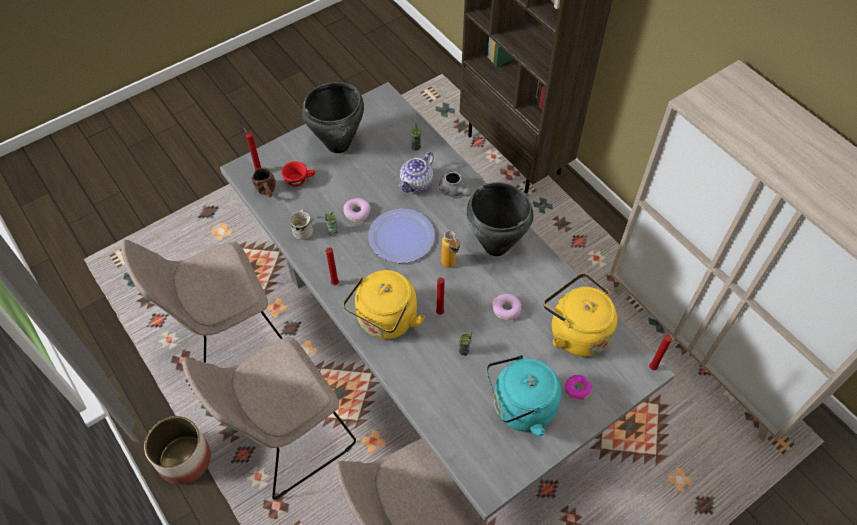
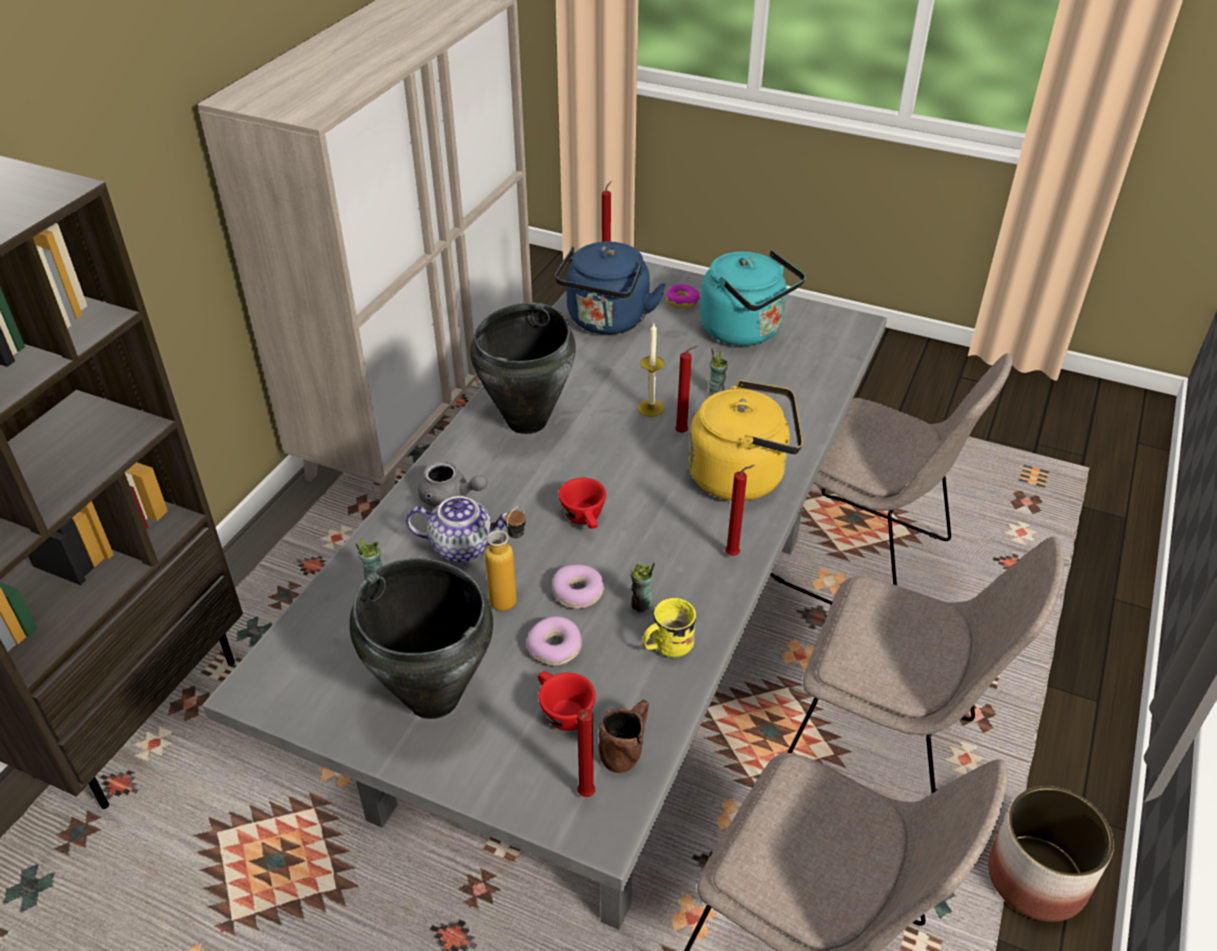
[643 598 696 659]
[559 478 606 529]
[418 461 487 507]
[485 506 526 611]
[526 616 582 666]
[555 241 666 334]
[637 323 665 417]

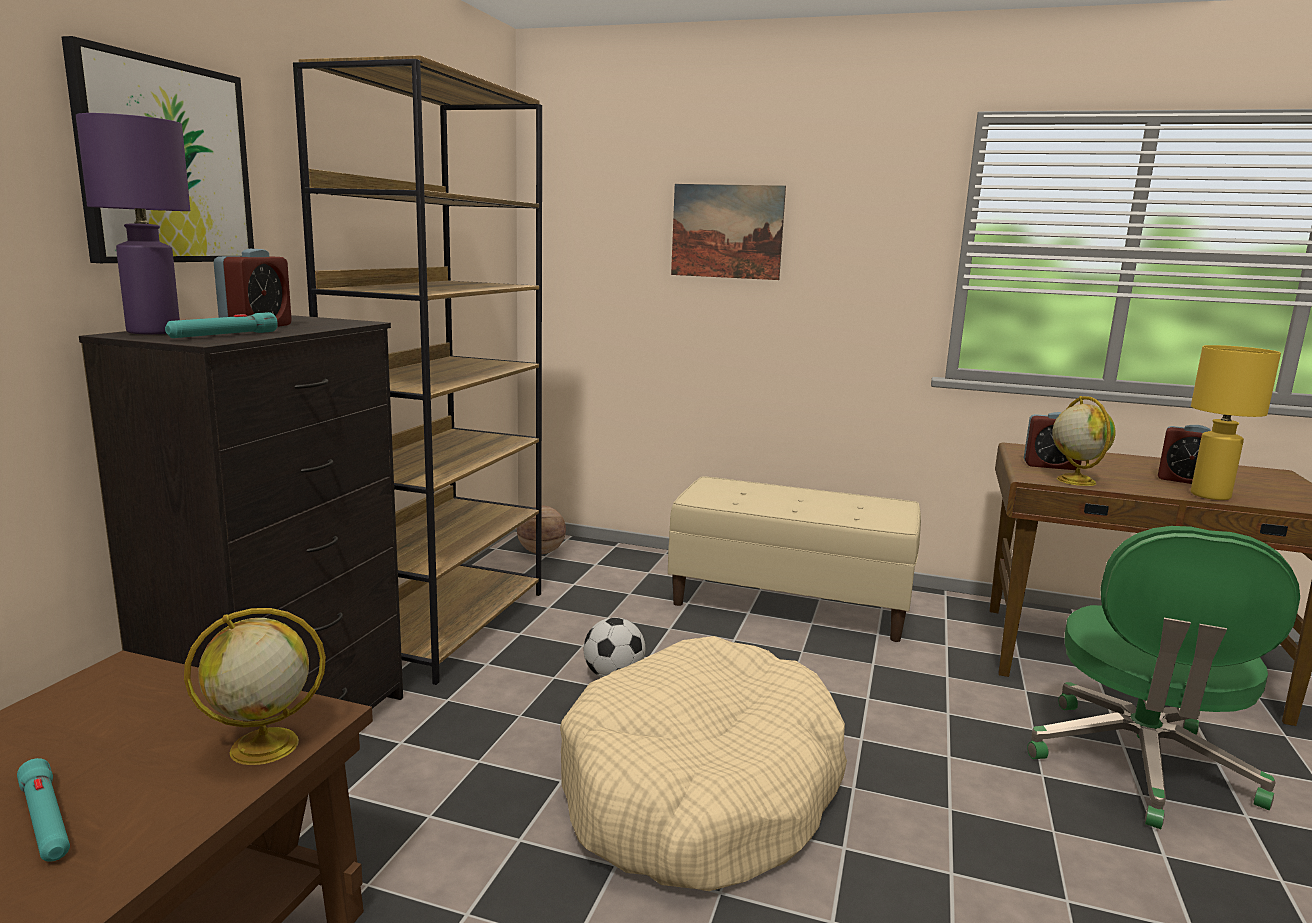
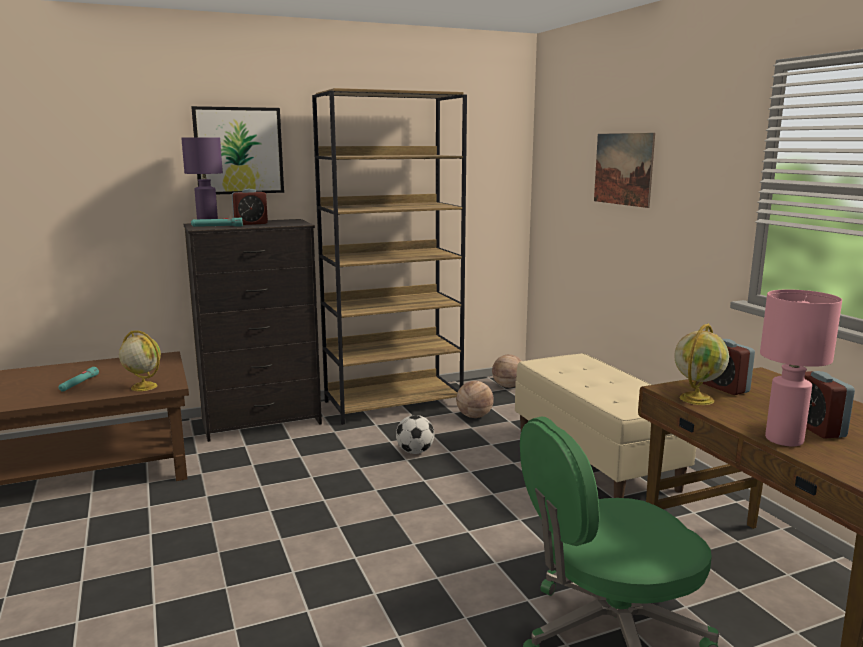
[560 636 847 891] (first image)
[760 289 842 446]
[456 381 494 418]

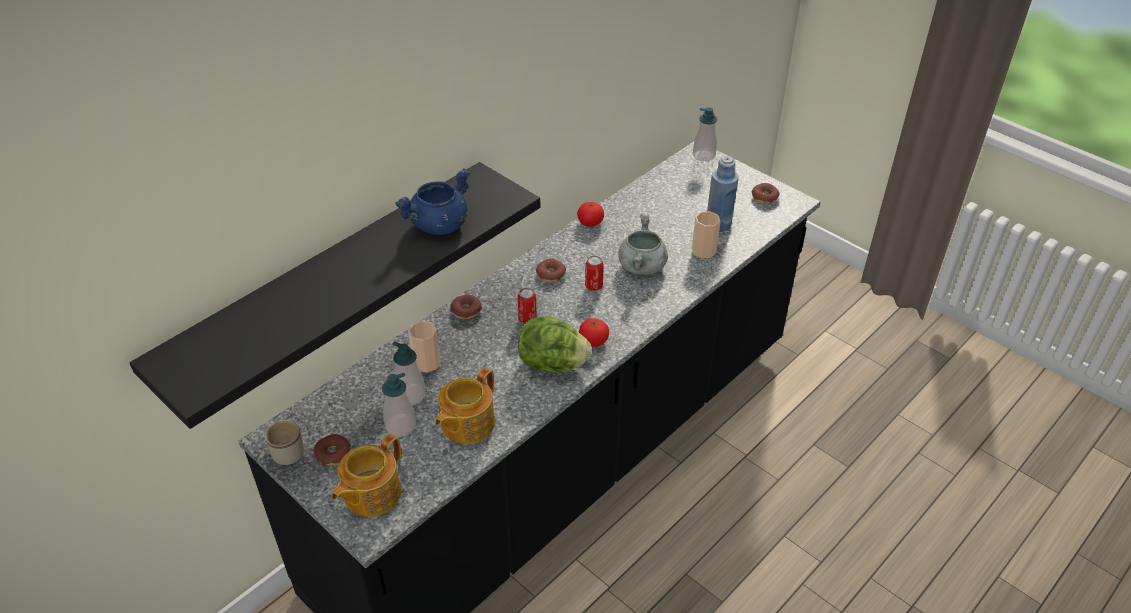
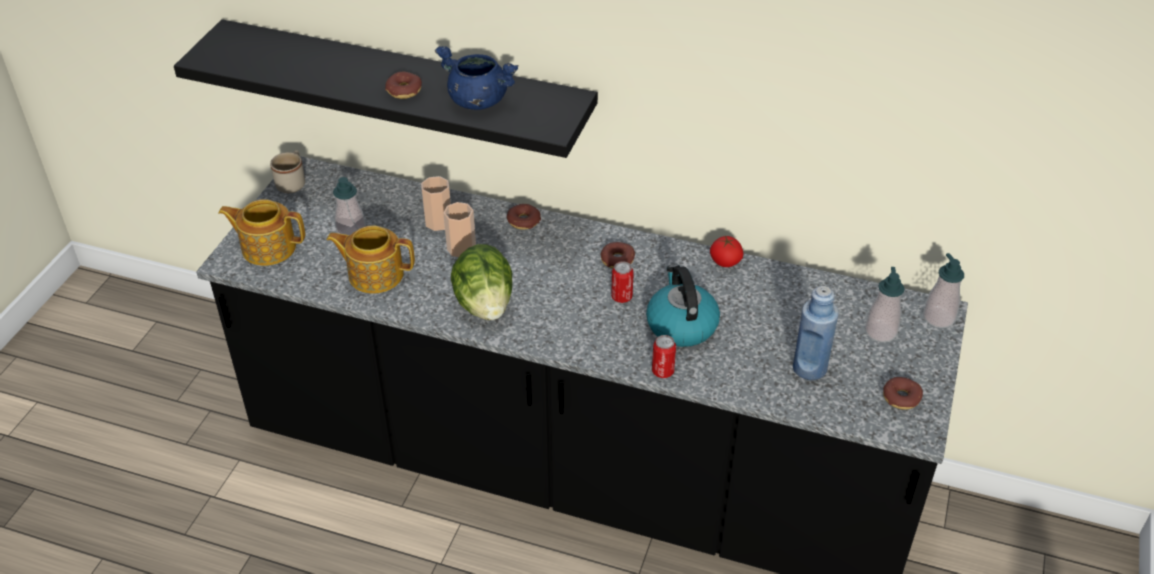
[385 72 422 99]
[865 267 905 342]
[652 335 676 378]
[579 318 609 347] (first image)
[646 265 720 347]
[443 202 476 257]

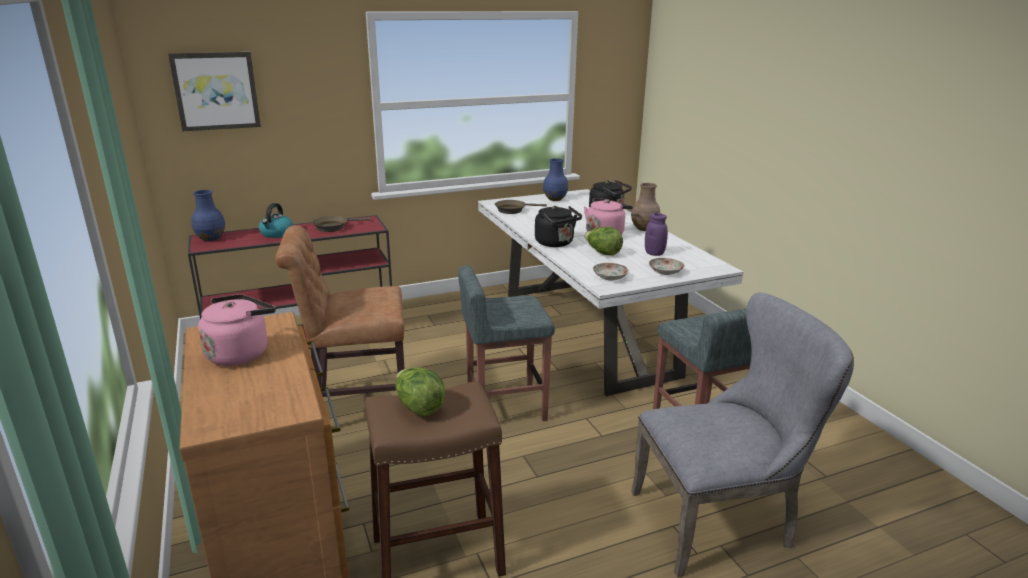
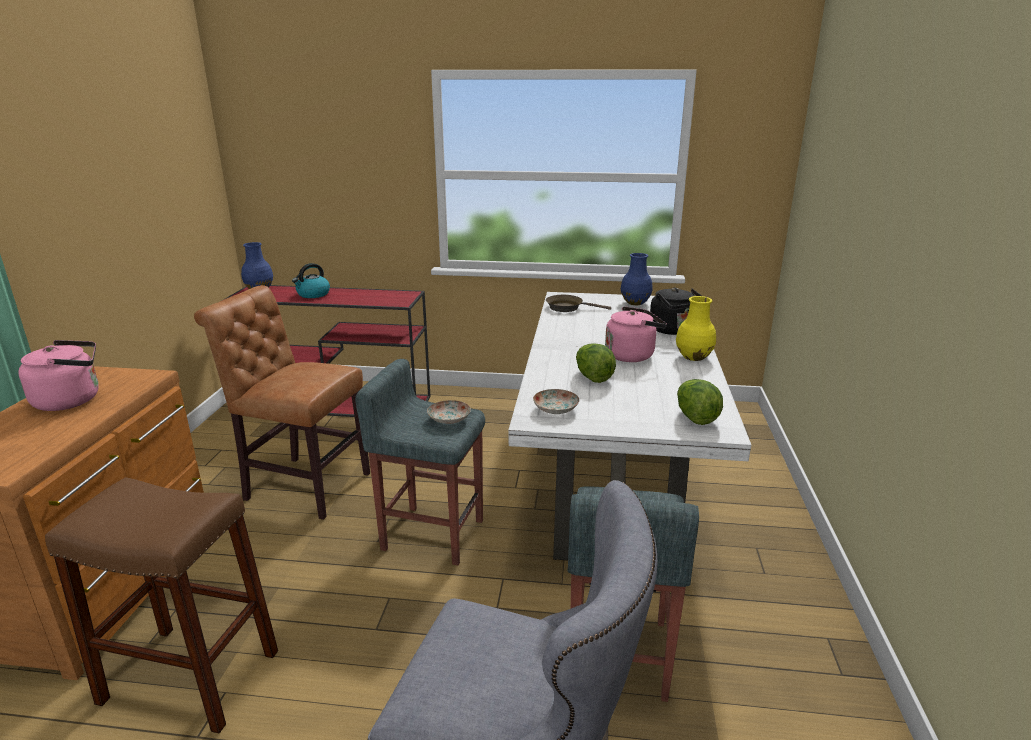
[168 52 261 131] (first image)
[312 216 371 232] (first image)
[677 379 723 425]
[535 206 582 247] (first image)
[676 296 716 361]
[645 213 668 256] (first image)
[427 400 471 424]

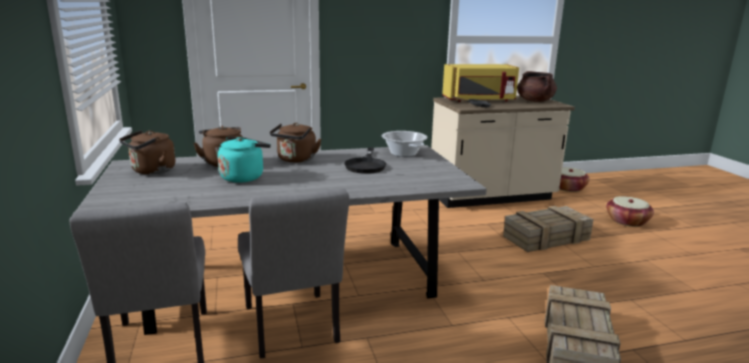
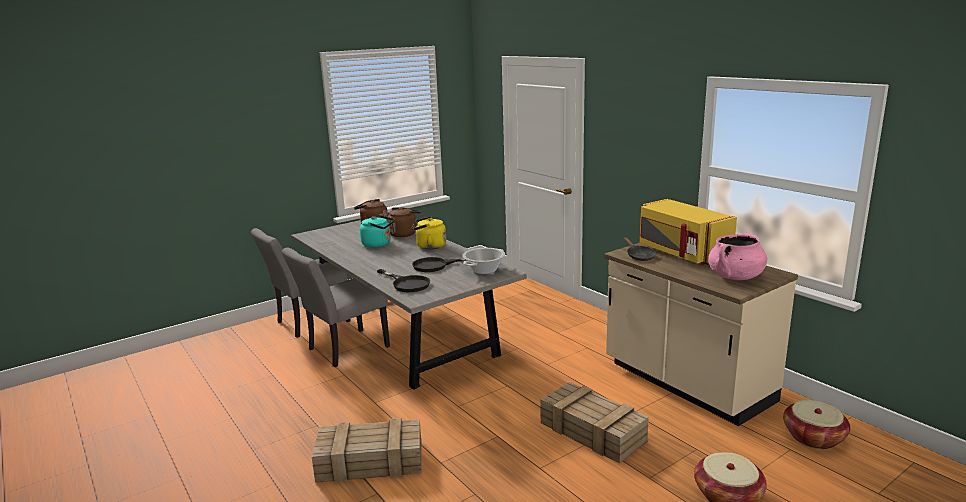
[412 216 446 250]
[708 233 767 280]
[377 269 430 292]

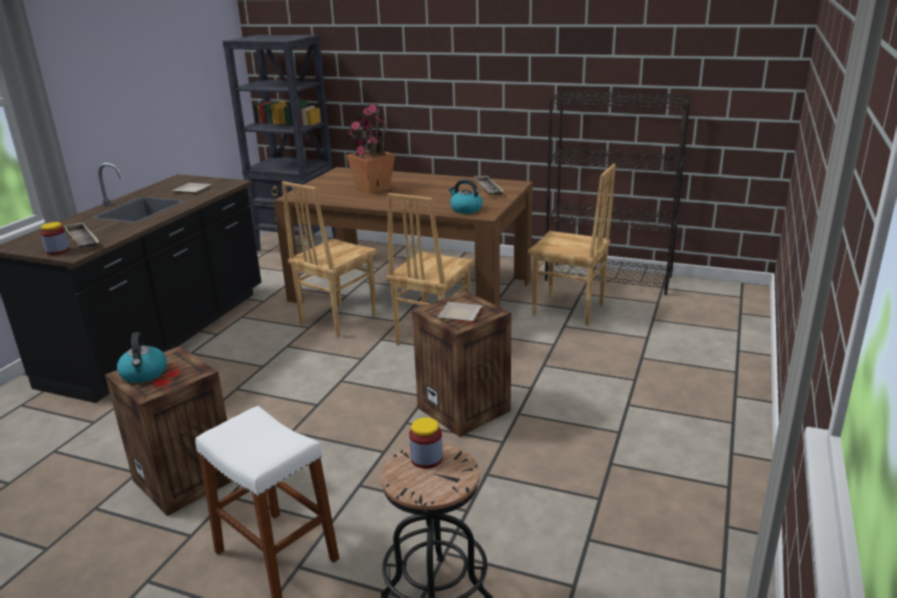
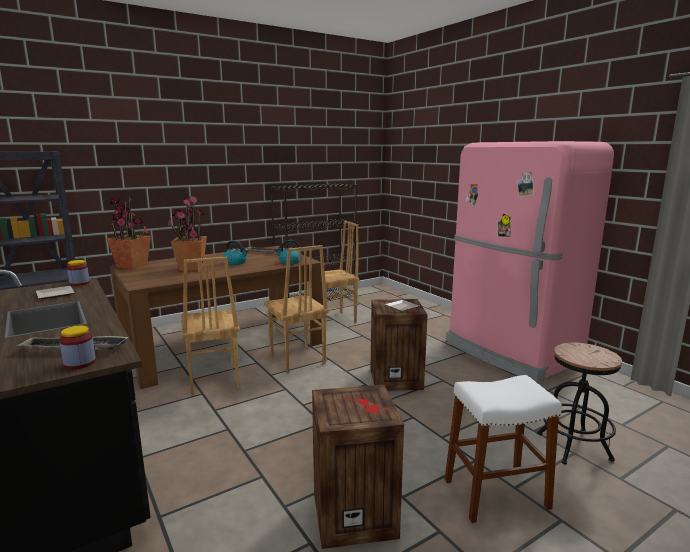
[223 240 249 265]
[67 260 90 286]
[106 195 151 269]
[446 141 614 381]

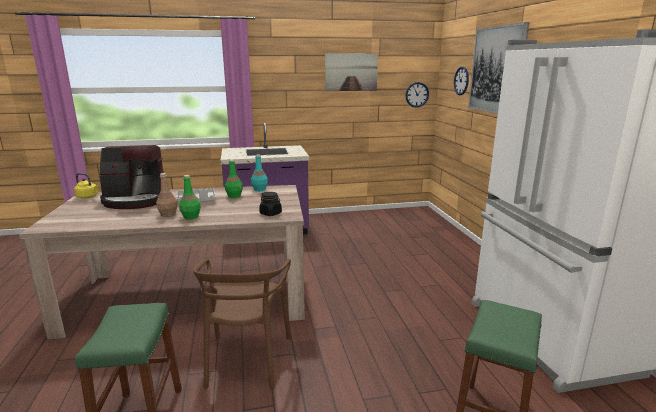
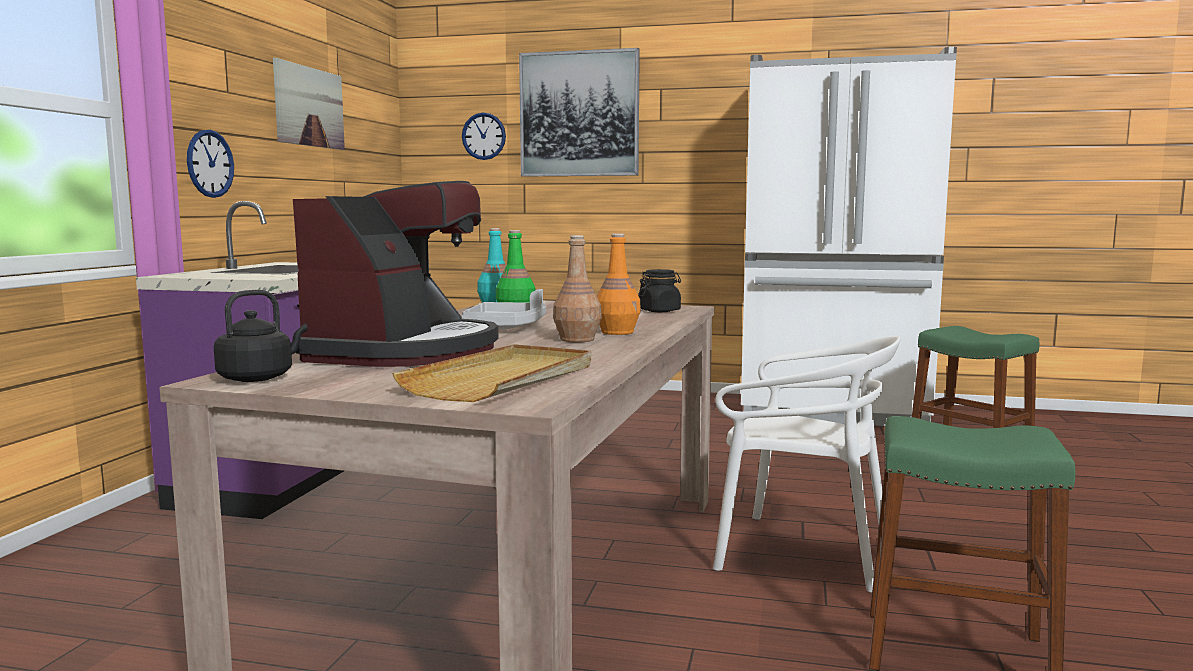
[214 290 308 382]
[597 234 641 335]
[713 336 901 593]
[187 130 234 198]
[392 344 591 402]

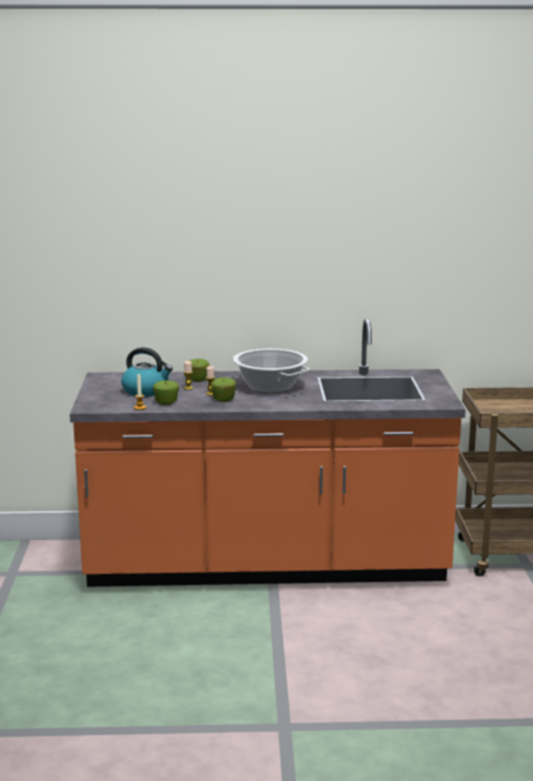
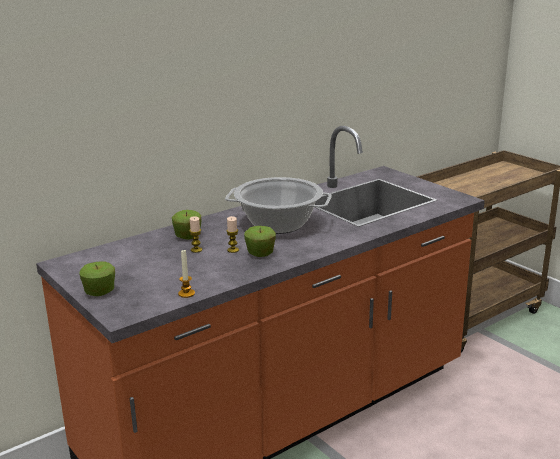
[121 347 173 397] (first image)
[79 261 115 296]

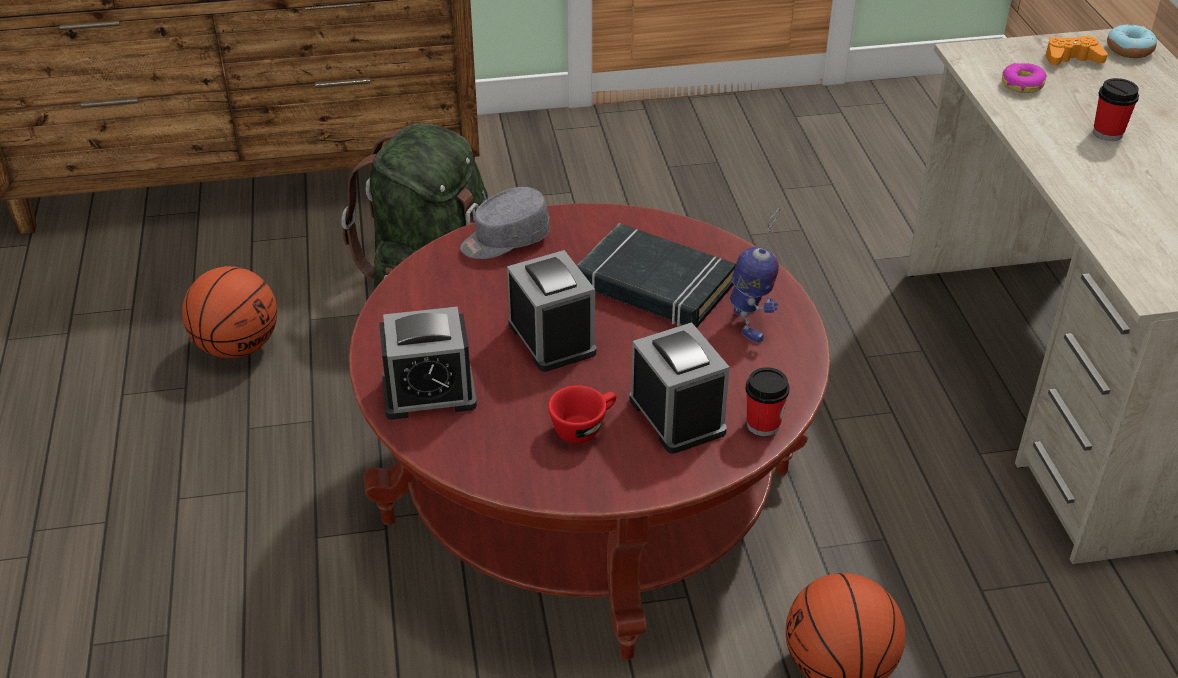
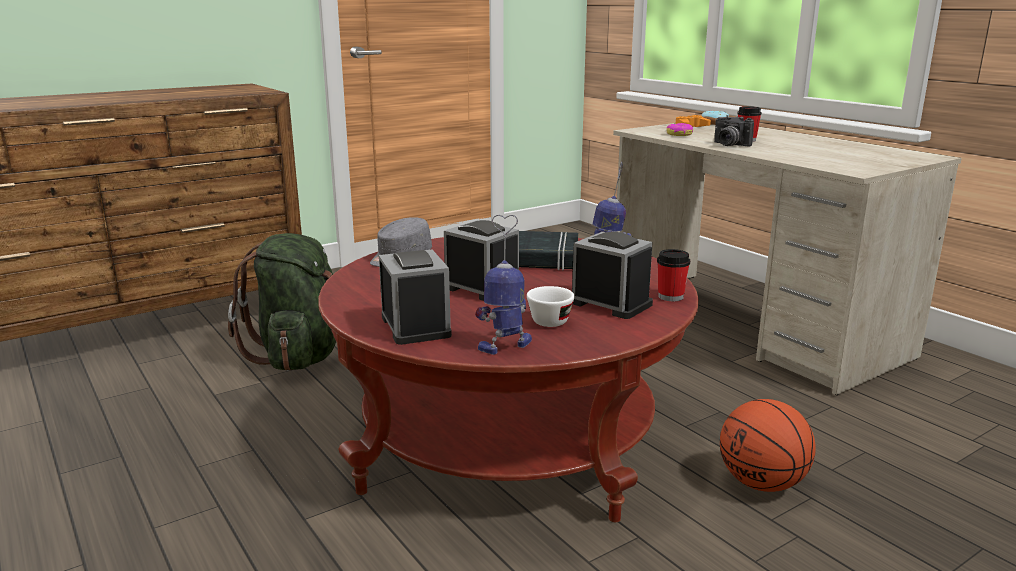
[182 266 277 358] (first image)
[379 250 452 345]
[527 286 575 327]
[475 215 532 355]
[714 115 754 146]

